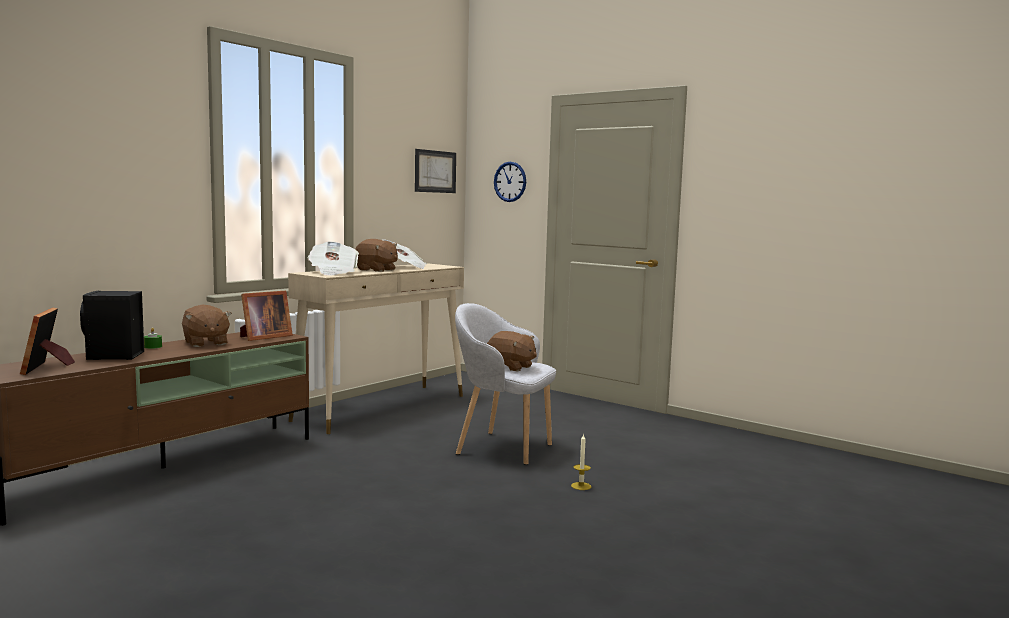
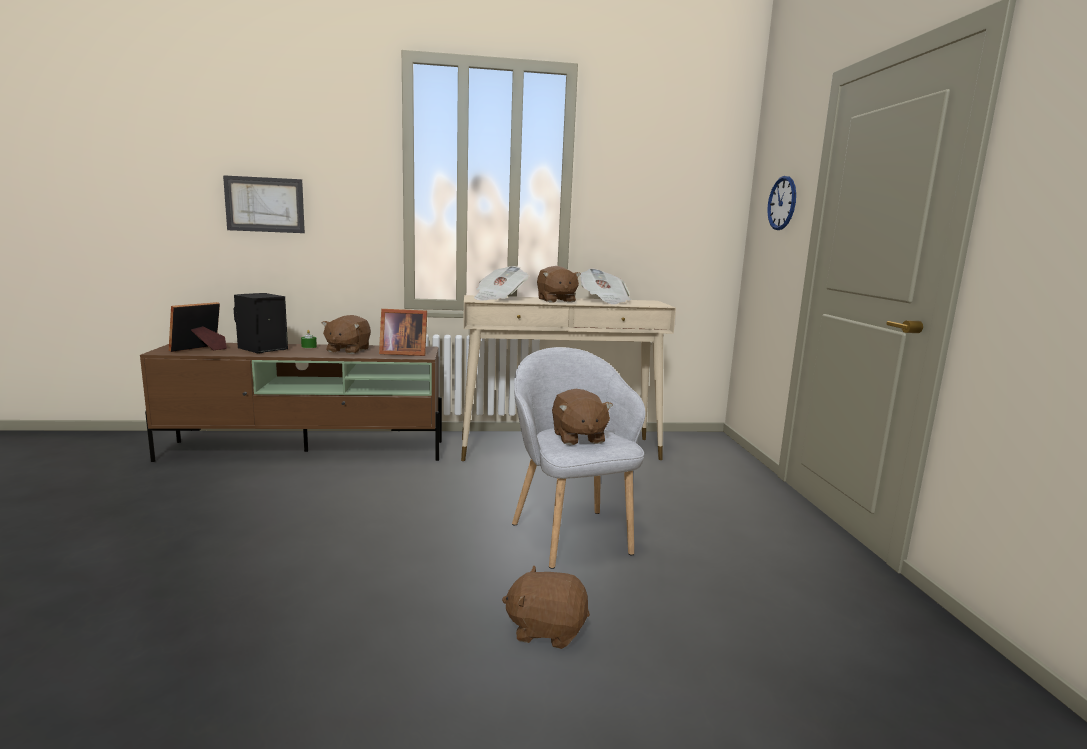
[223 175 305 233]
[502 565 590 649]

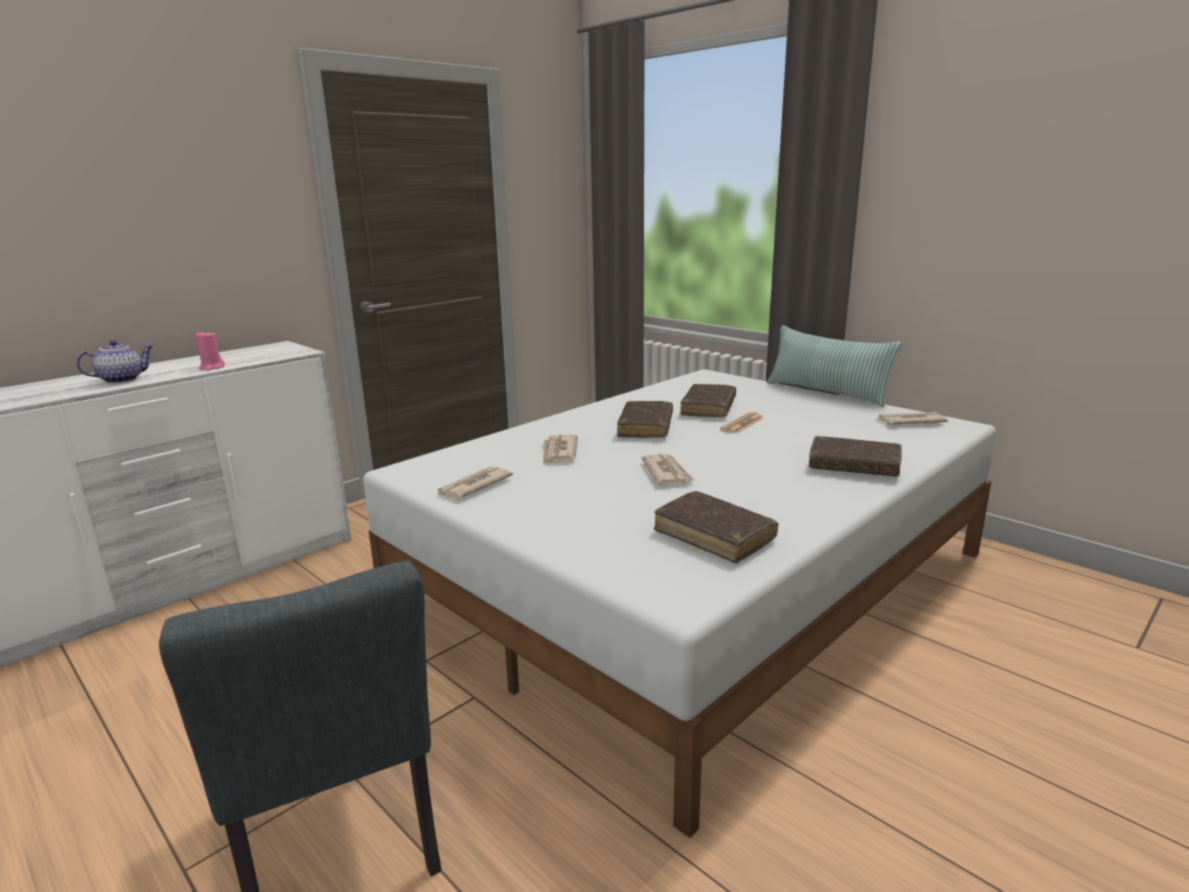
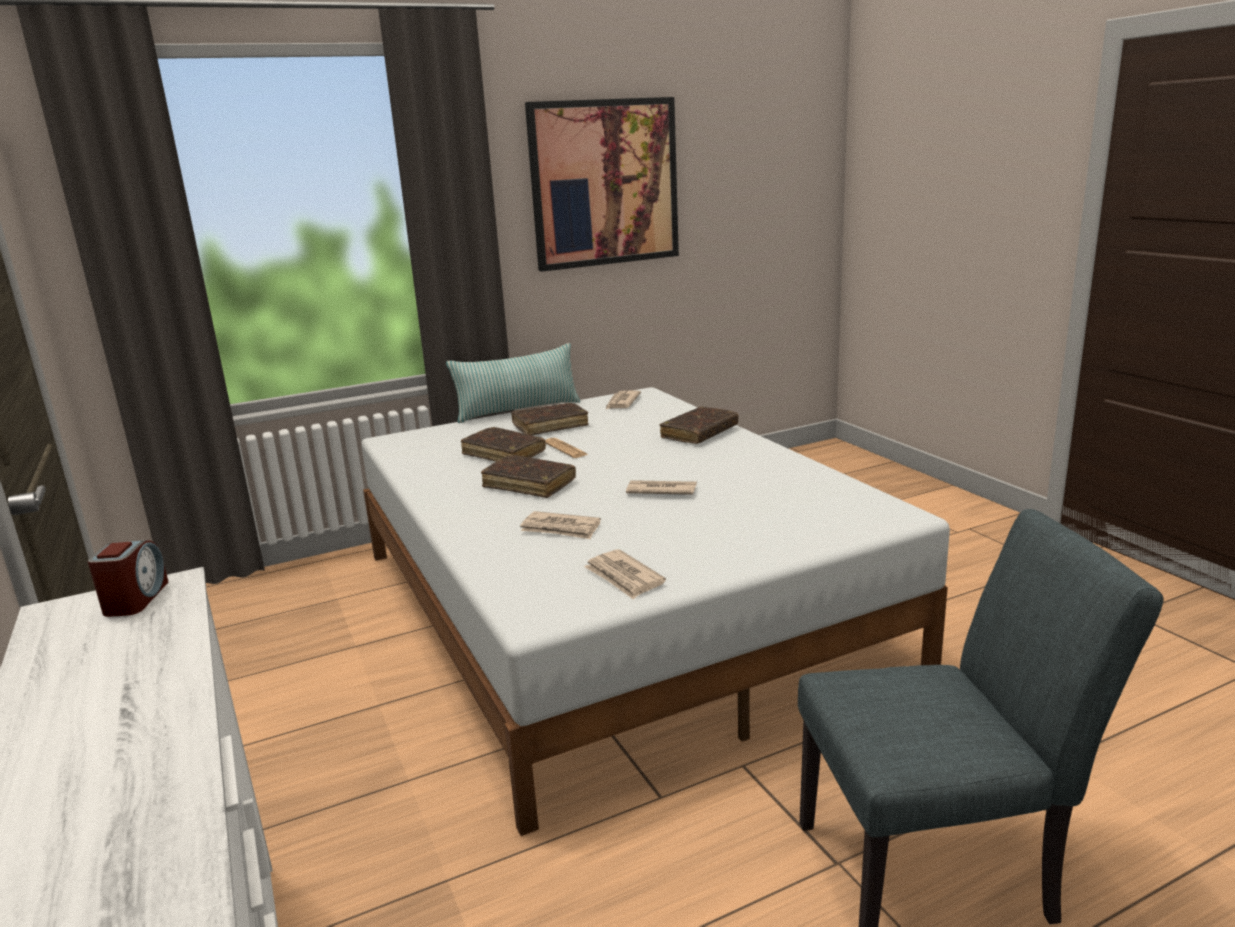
[76 340 153 383] (first image)
[195 330 225 371] (first image)
[511 403 588 435]
[88 540 168 617]
[525 97 679 272]

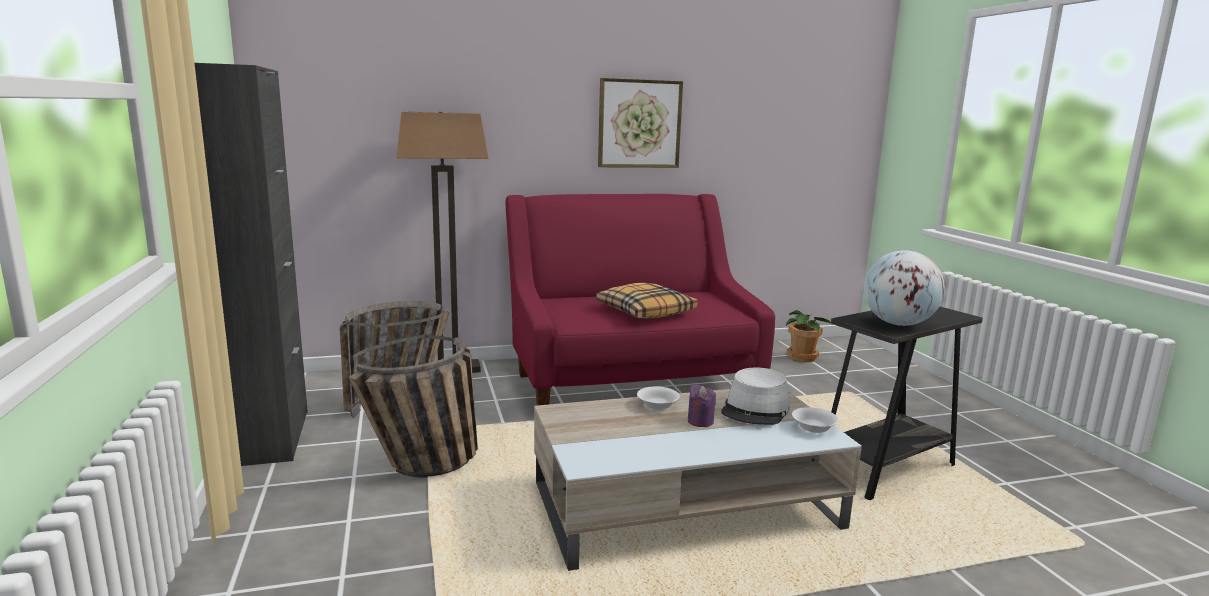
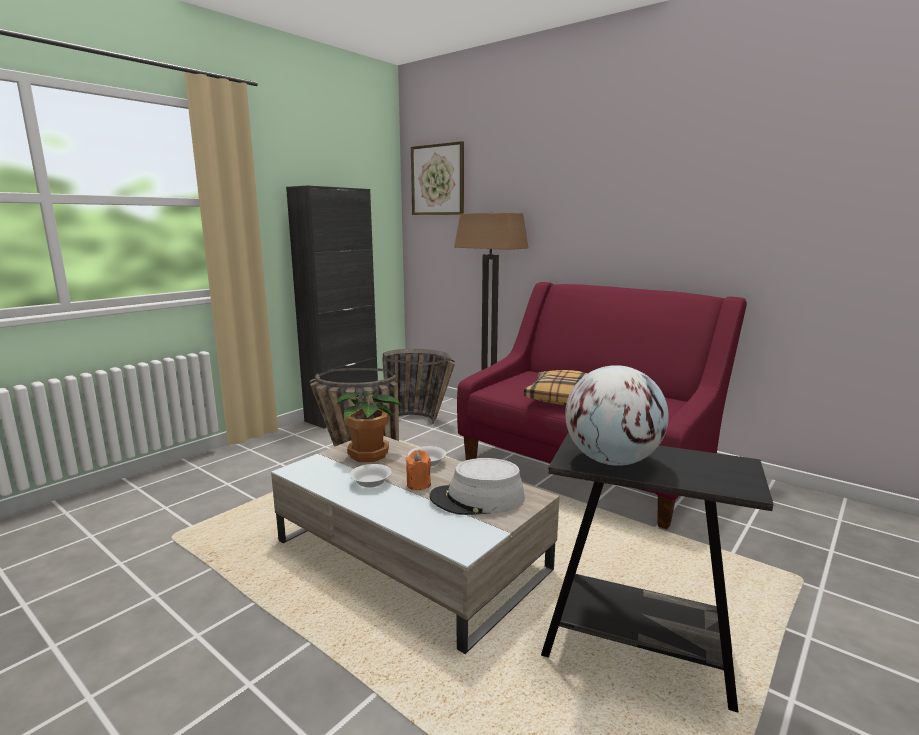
[411 141 464 215]
[406 450 431 490]
[337 390 404 462]
[350 464 391 488]

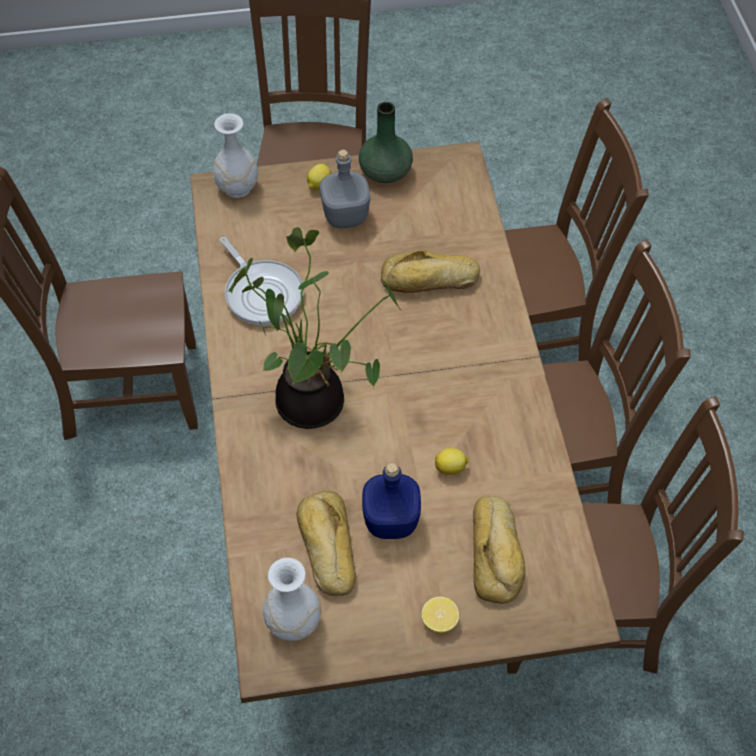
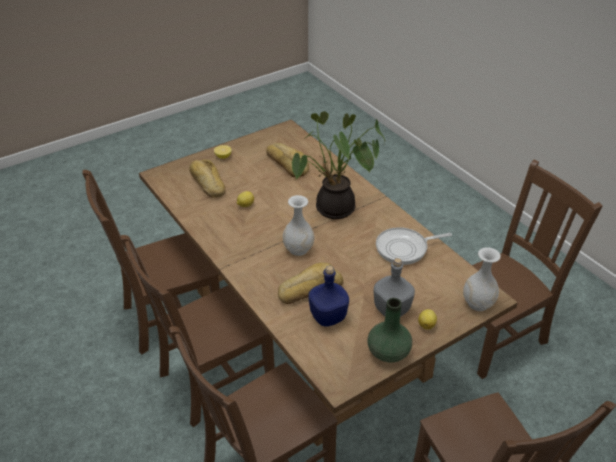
[376 227 452 265]
[283 195 314 256]
[308 266 349 327]

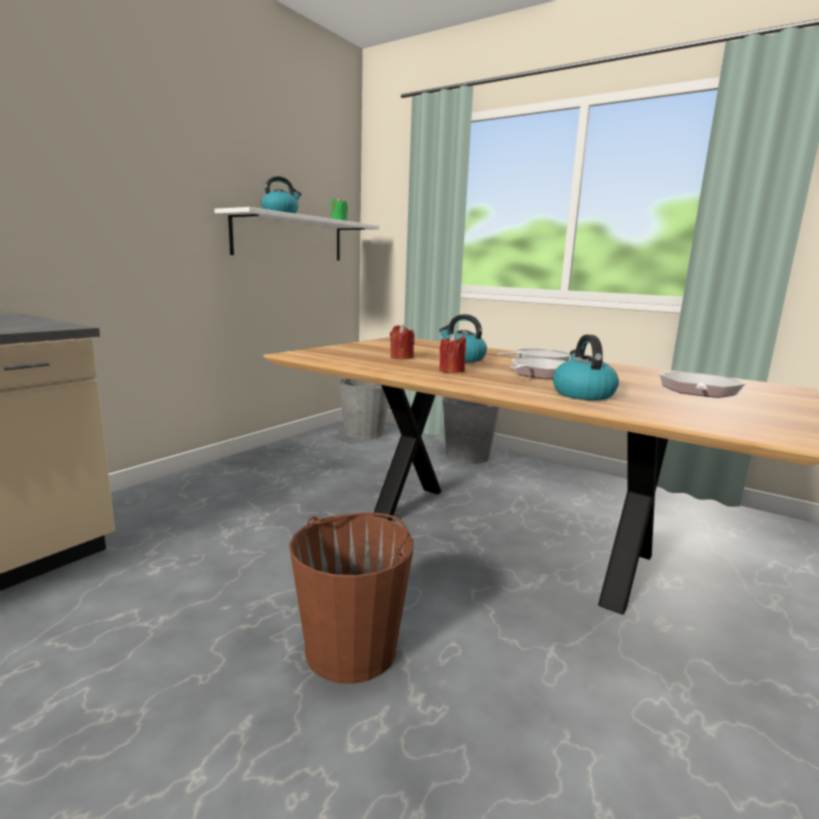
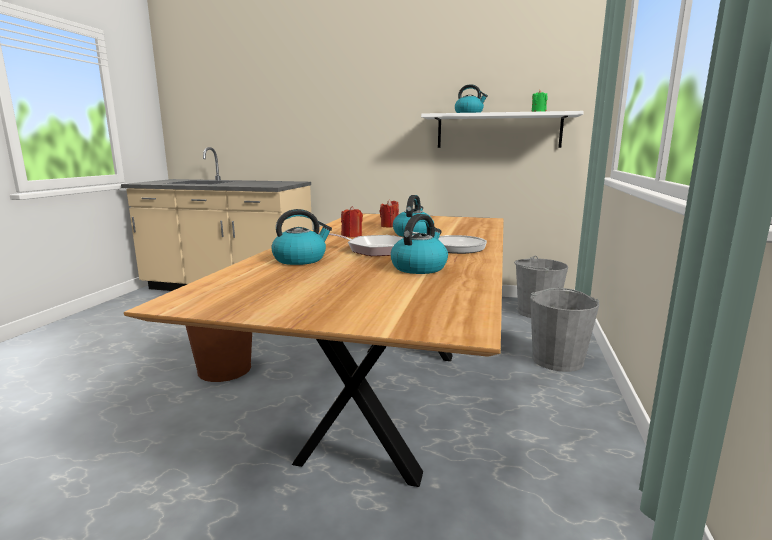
[659 371 745 398] (first image)
[391 214 448 274]

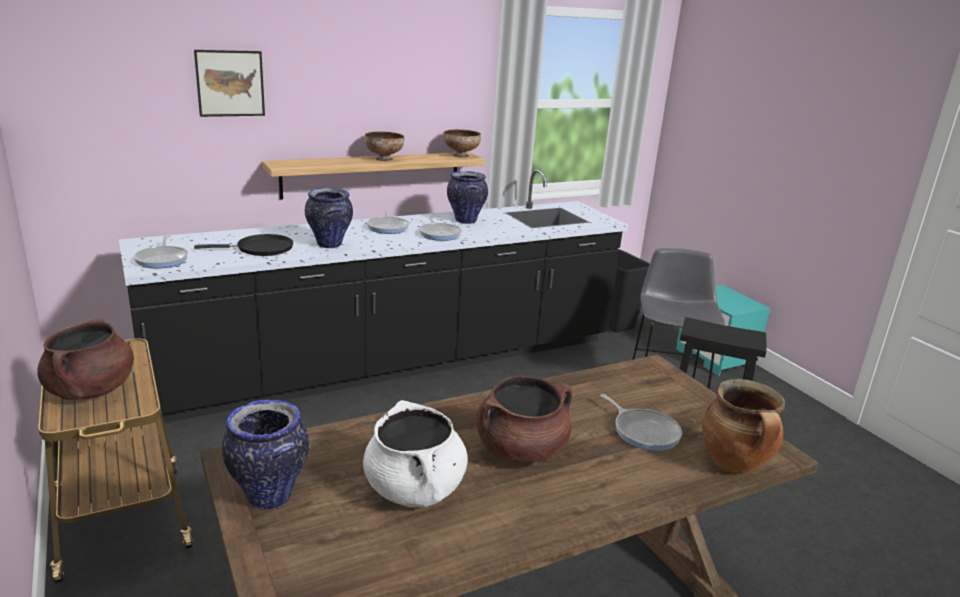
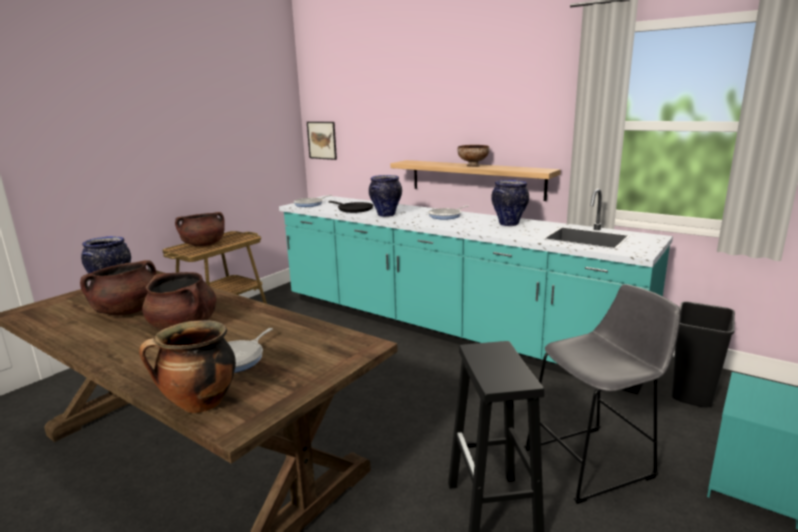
[279 188 673 395]
[307 122 337 160]
[80 260 157 316]
[419 215 462 241] (first image)
[443 129 481 158] (first image)

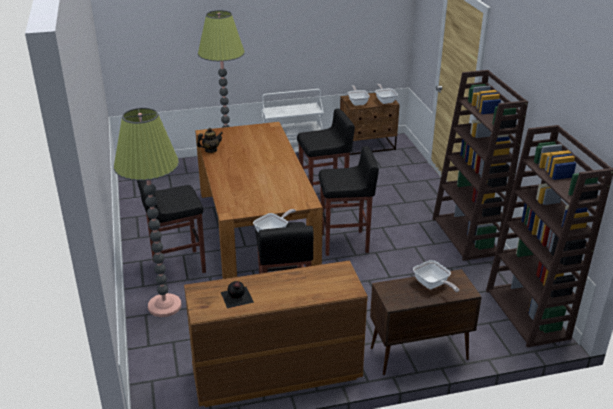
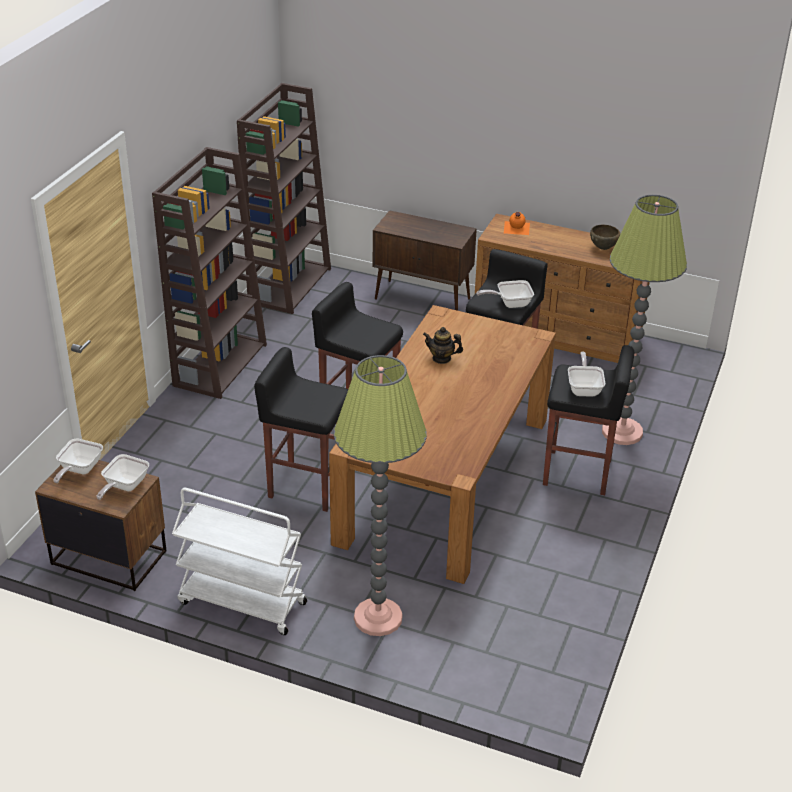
[423 327 463 364]
[590 225 620 250]
[568 352 605 397]
[504 212 530 235]

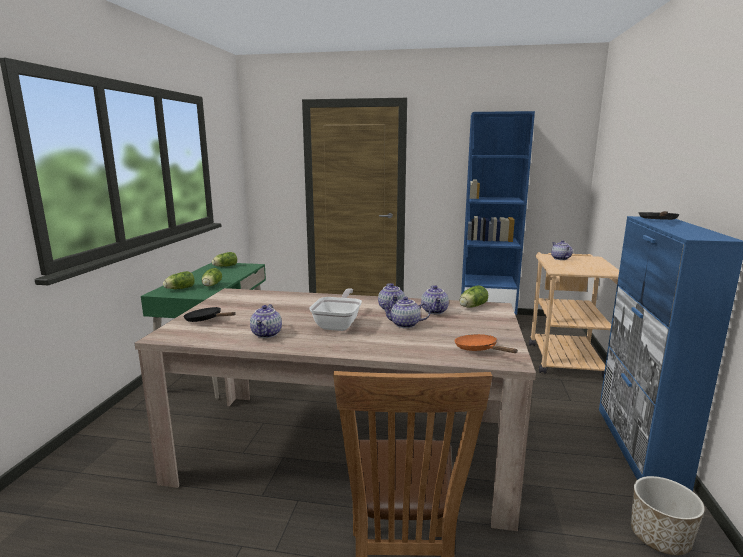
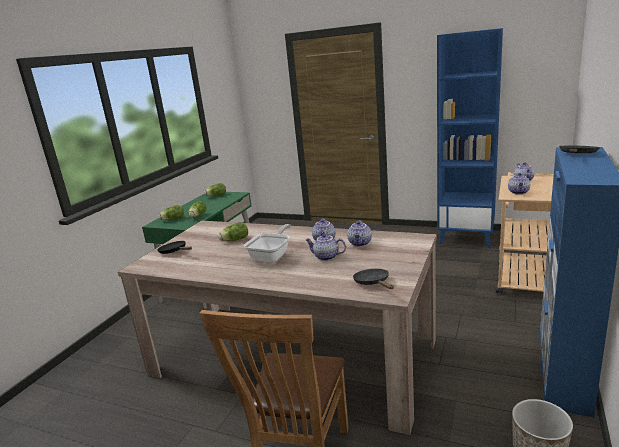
[508 173 530 195]
[353 269 394 289]
[218 222 248 241]

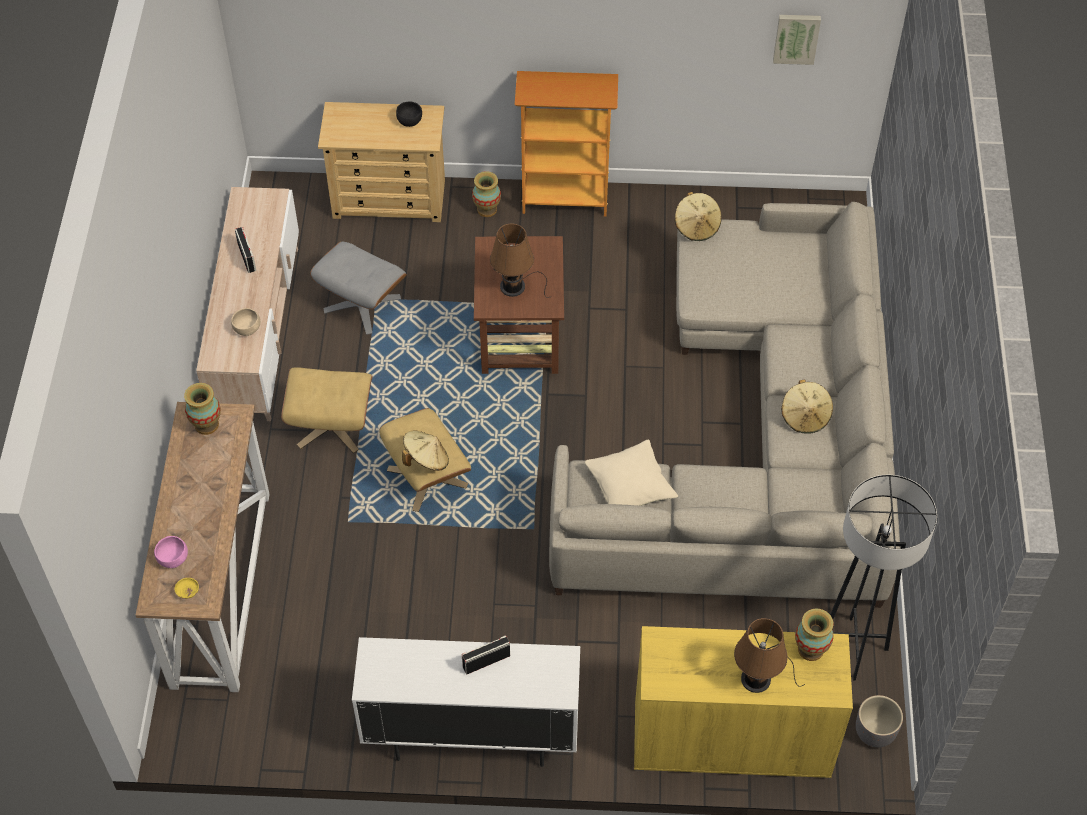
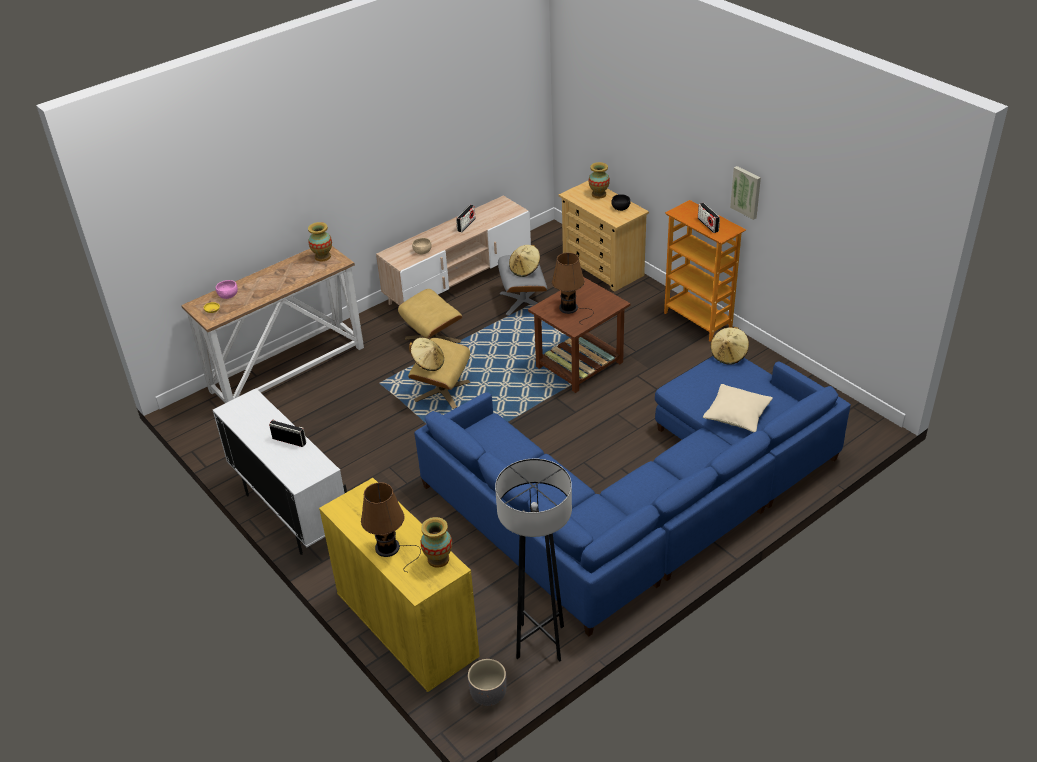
[589 162 610 198]
[414 356 851 636]
[703 384 773 432]
[730 166 761 220]
[509 245 540 277]
[698 203 720 233]

